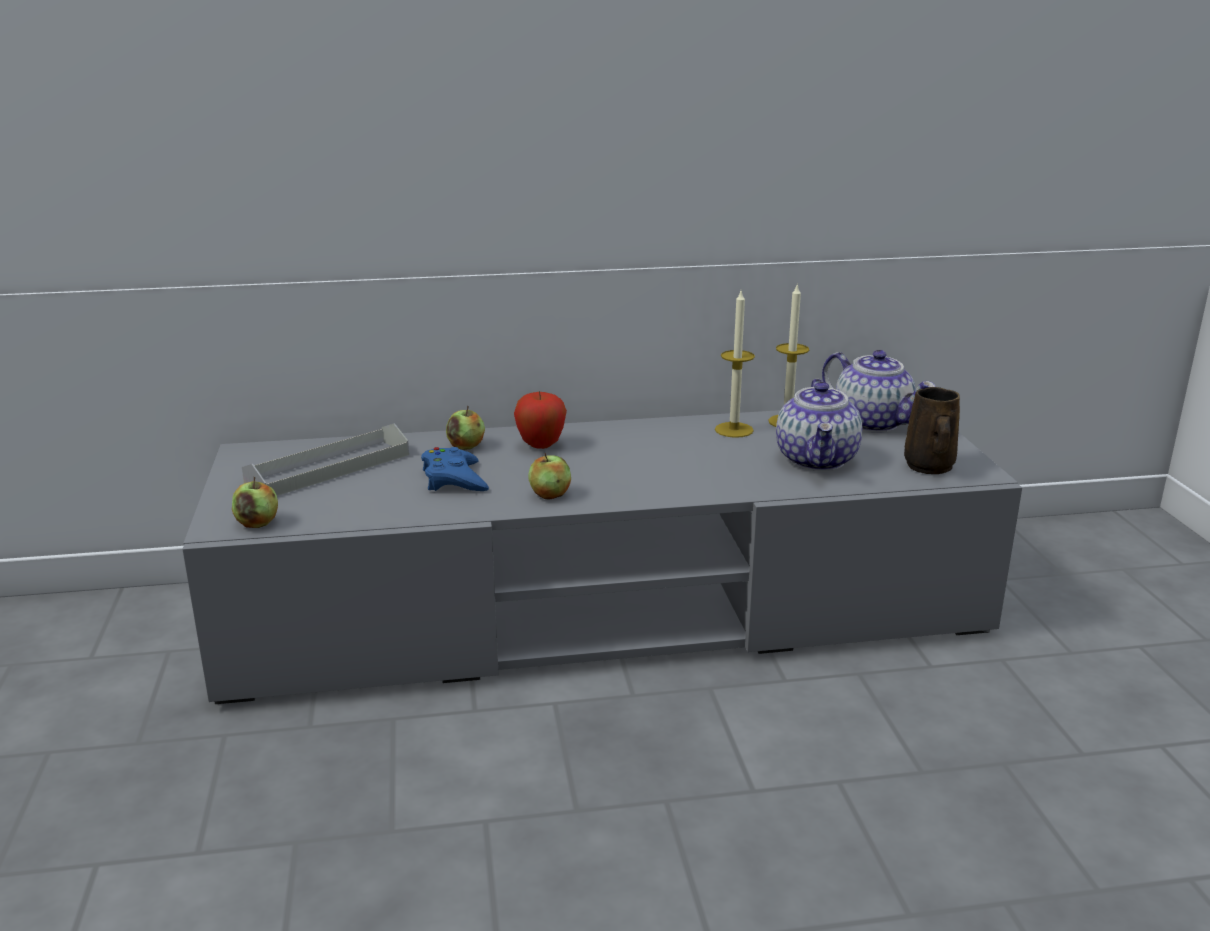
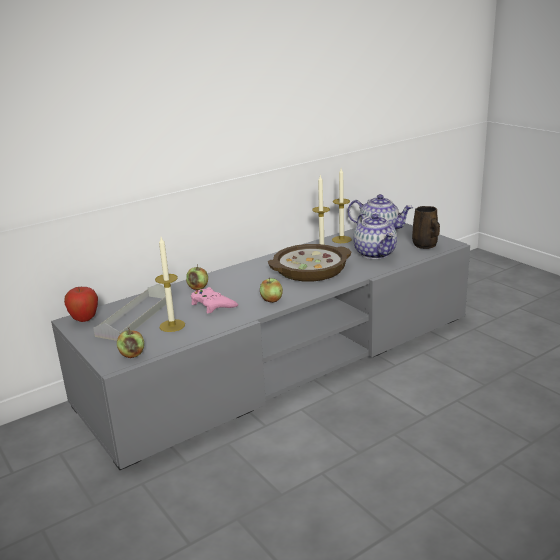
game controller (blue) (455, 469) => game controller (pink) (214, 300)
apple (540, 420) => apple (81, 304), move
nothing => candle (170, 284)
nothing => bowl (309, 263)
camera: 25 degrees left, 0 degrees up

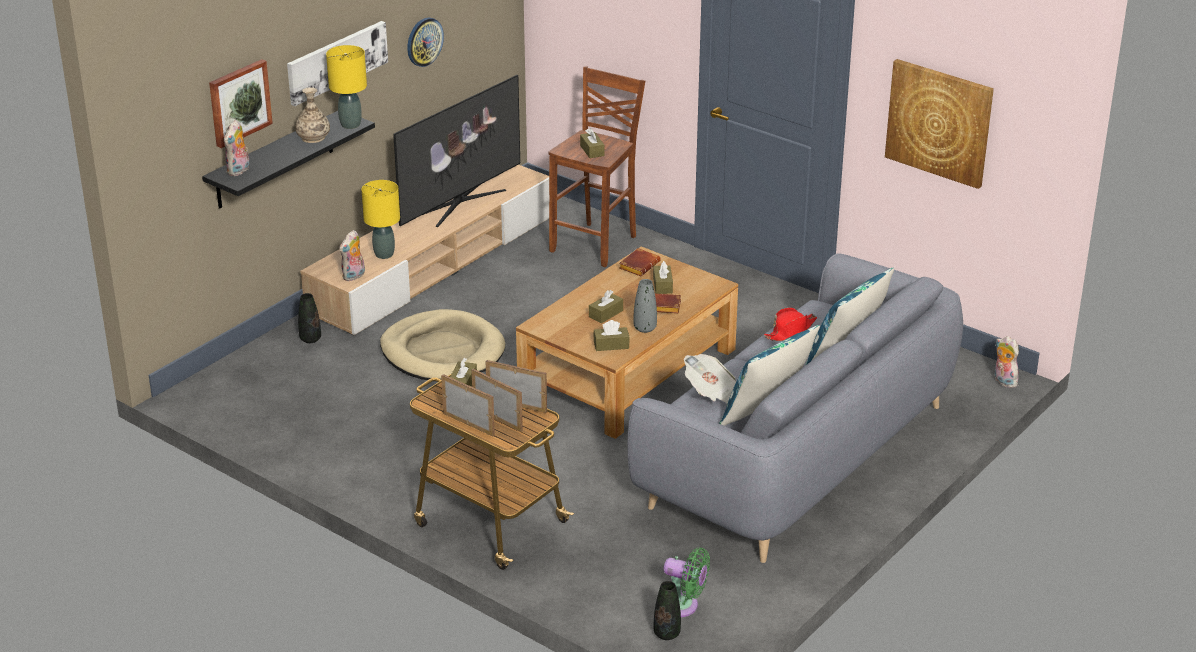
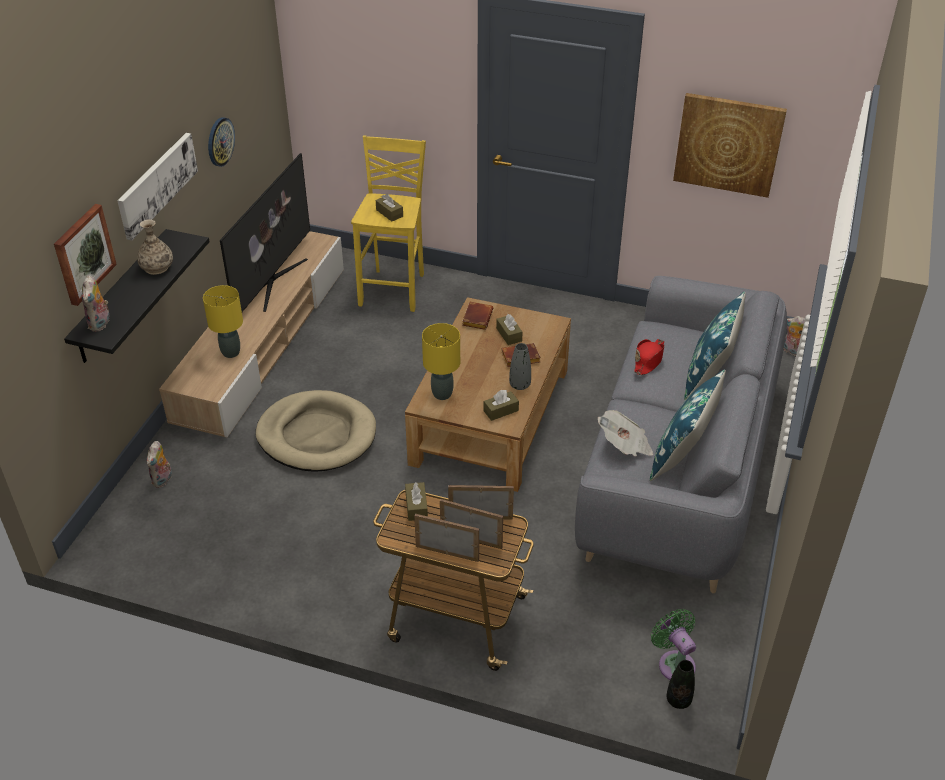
vase (black) (309, 318) => nothing
table lamp (yellow) (346, 87) => table lamp (yellow) (441, 361), move
plush toy (352, 255) => plush toy (159, 464), move
stool (brown) (597, 166) => stool (yellow) (388, 223)
tissue box (brown) (606, 306) => nothing
fan (green) (686, 582) => fan (green) (673, 644), 120 degrees counterclockwise
camera: 20 degrees left, 10 degrees up

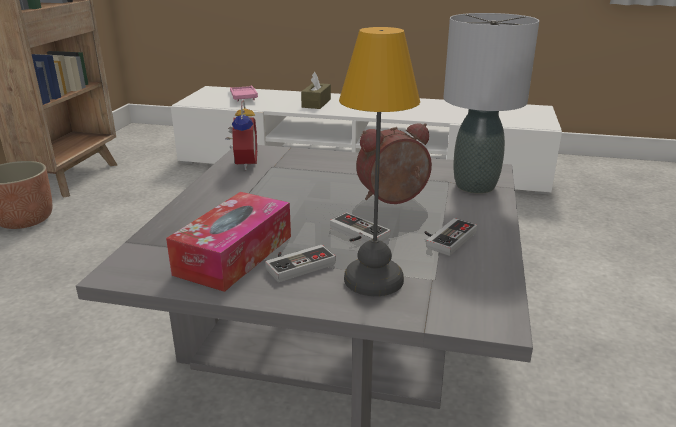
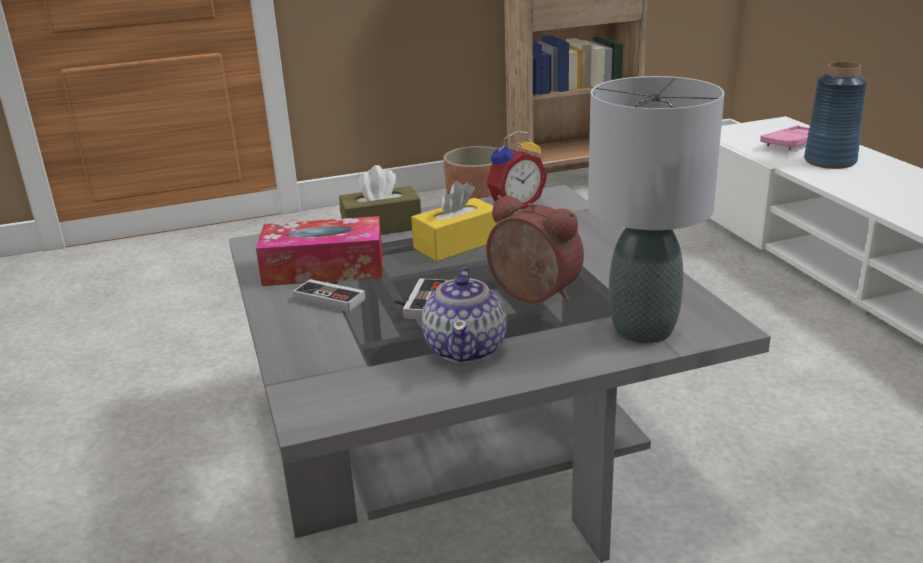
tissue box (brown) (316, 90) => tissue box (brown) (380, 200), move
table lamp (379, 161) => nothing
game controller (450, 237) => teapot (464, 315)
nothing => tissue box (yellow) (455, 221)
nothing => vase (blue) (835, 115)
camera: 60 degrees right, 0 degrees up

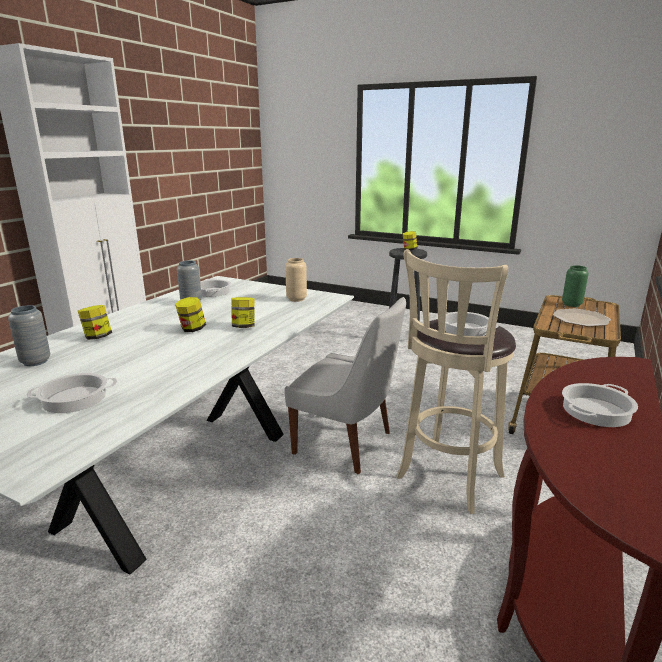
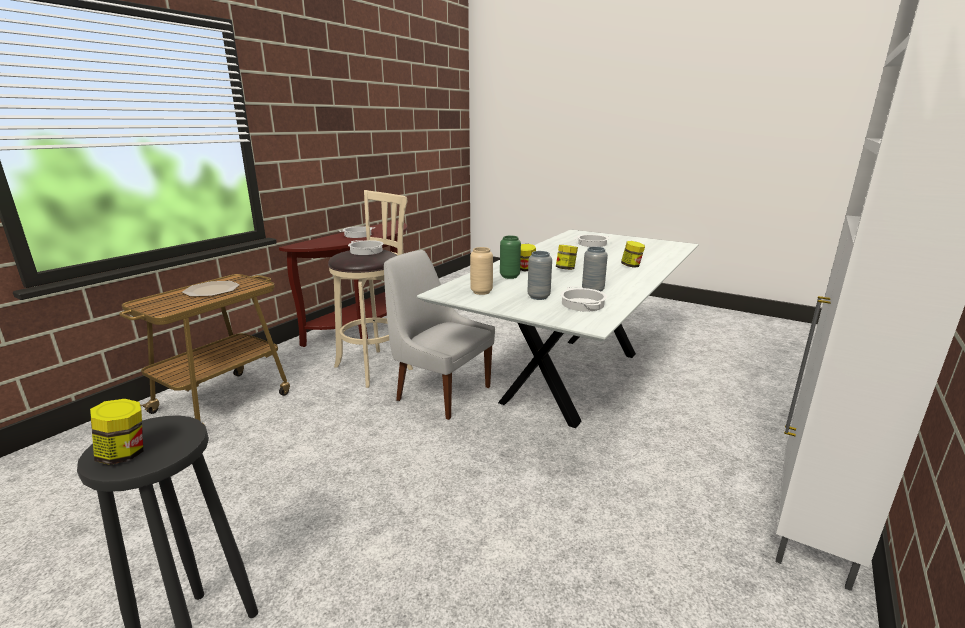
vase (grey) (29, 335) => vase (grey) (539, 275), move
vase (green) (575, 286) => vase (green) (510, 257), move
camera: 175 degrees left, 0 degrees up

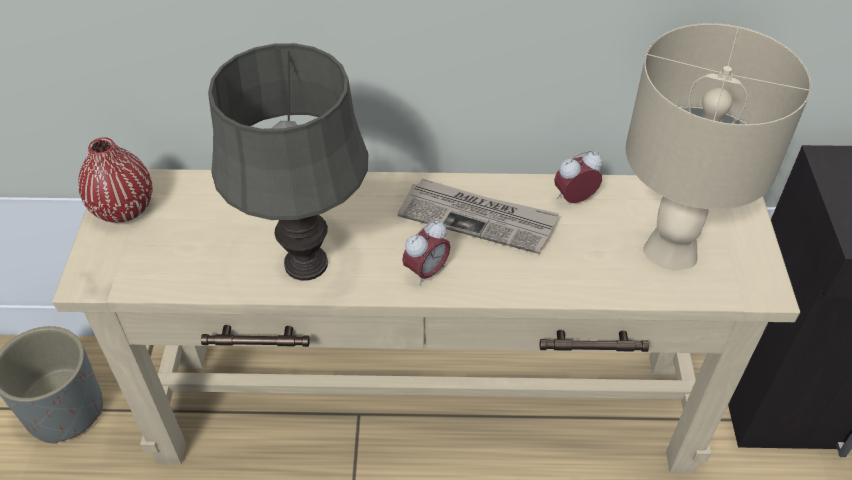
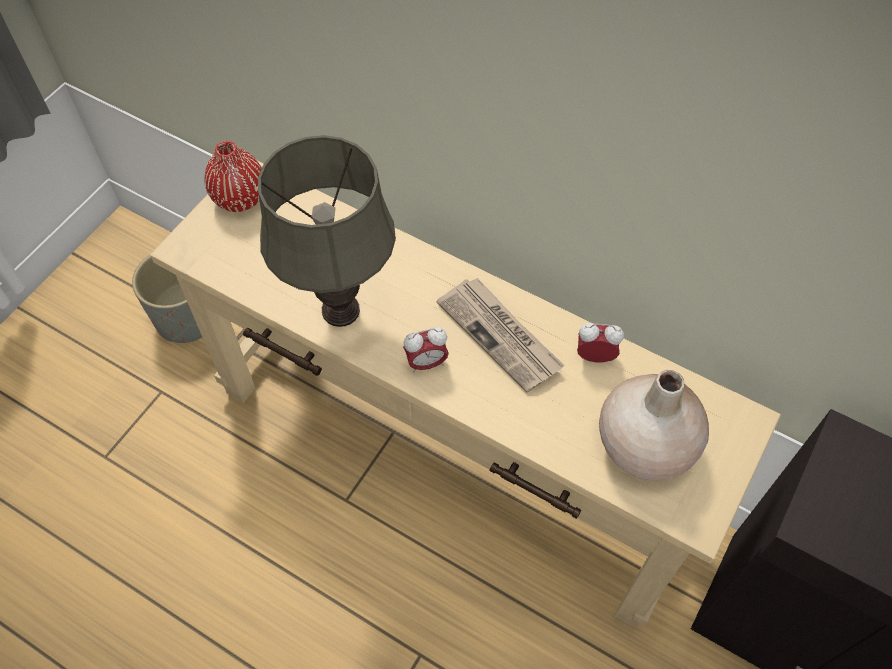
table lamp (beige) (718, 146) => vase (beige) (654, 425)
camera: 30 degrees right, 10 degrees up

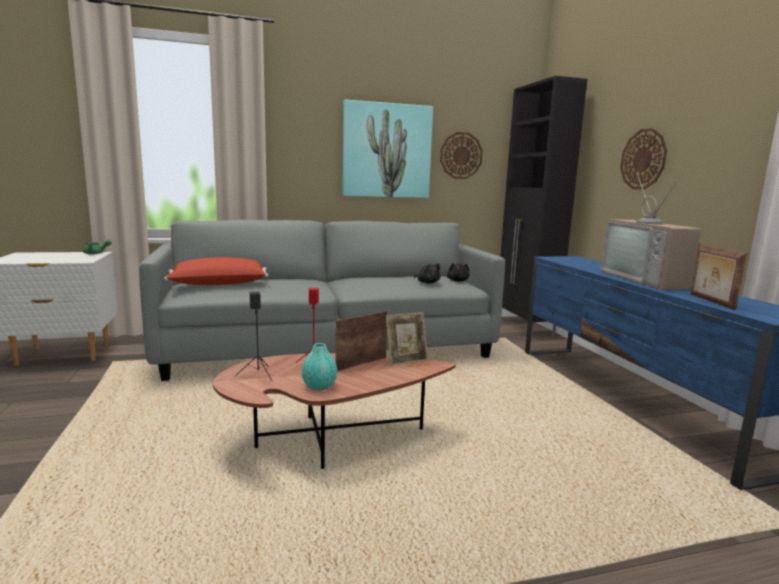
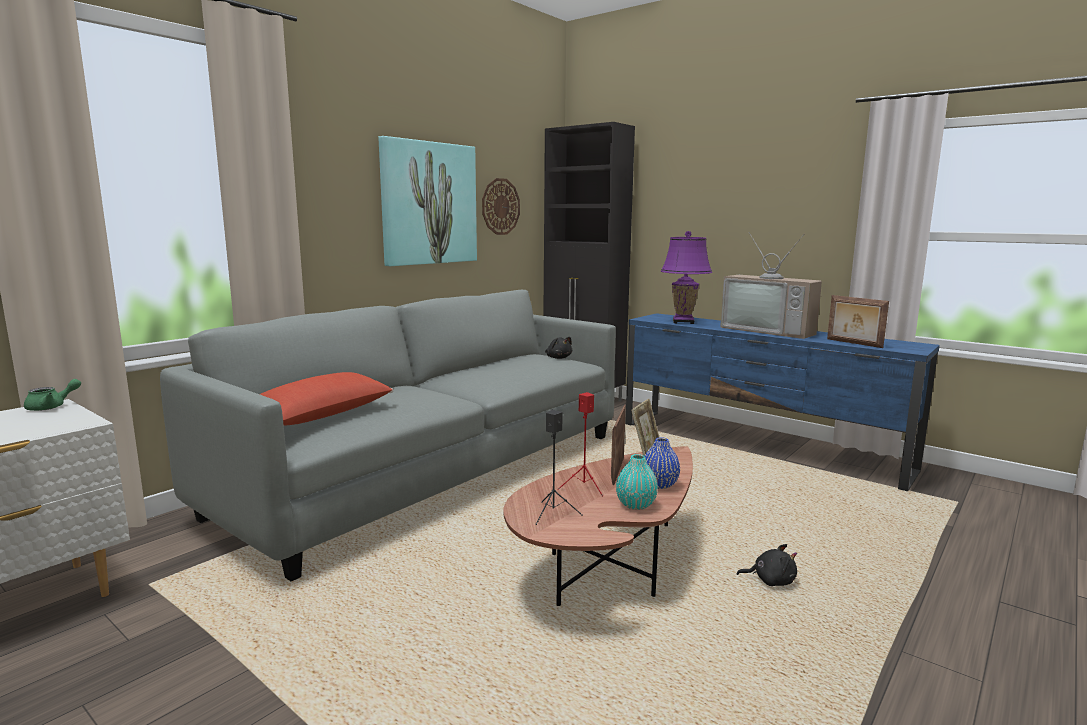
plush toy (black) (427, 274) => plush toy (black) (767, 565), move
wall clock (643, 159) => nothing
nothing => vase (blue) (662, 463)
nothing => table lamp (purple) (686, 277)
camera: 35 degrees left, 0 degrees up

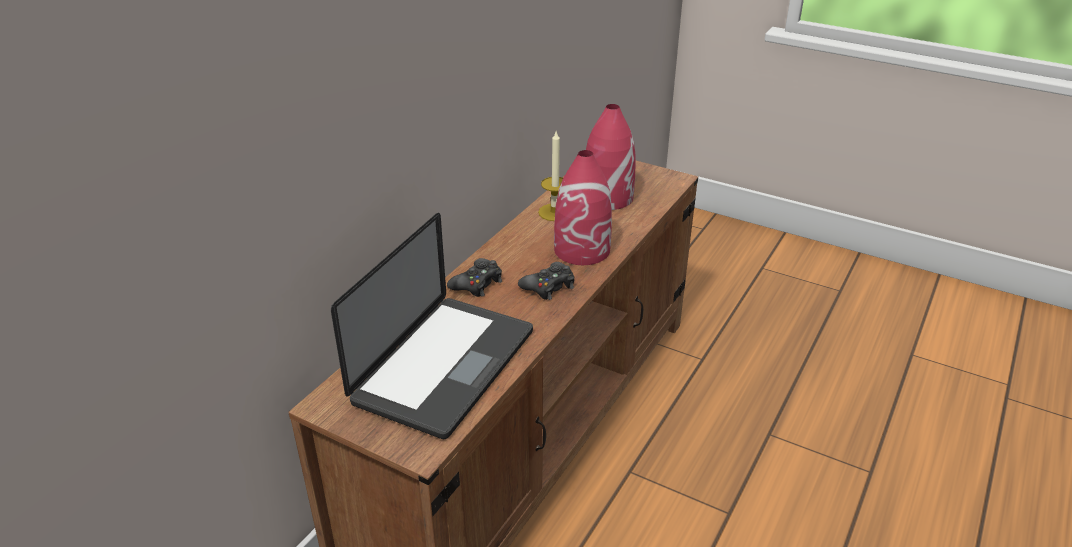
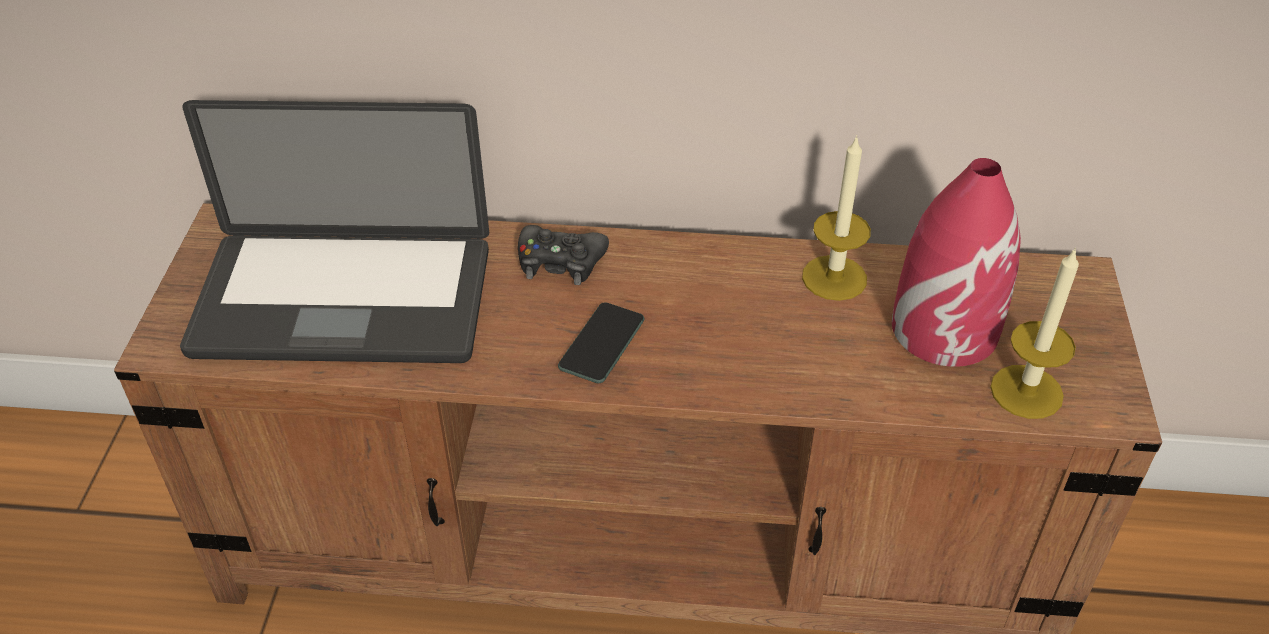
game controller (black) (546, 281) => phone (601, 342)
vase (red) (583, 207) => nothing
nothing => candle (1034, 333)
camera: 65 degrees right, 10 degrees up

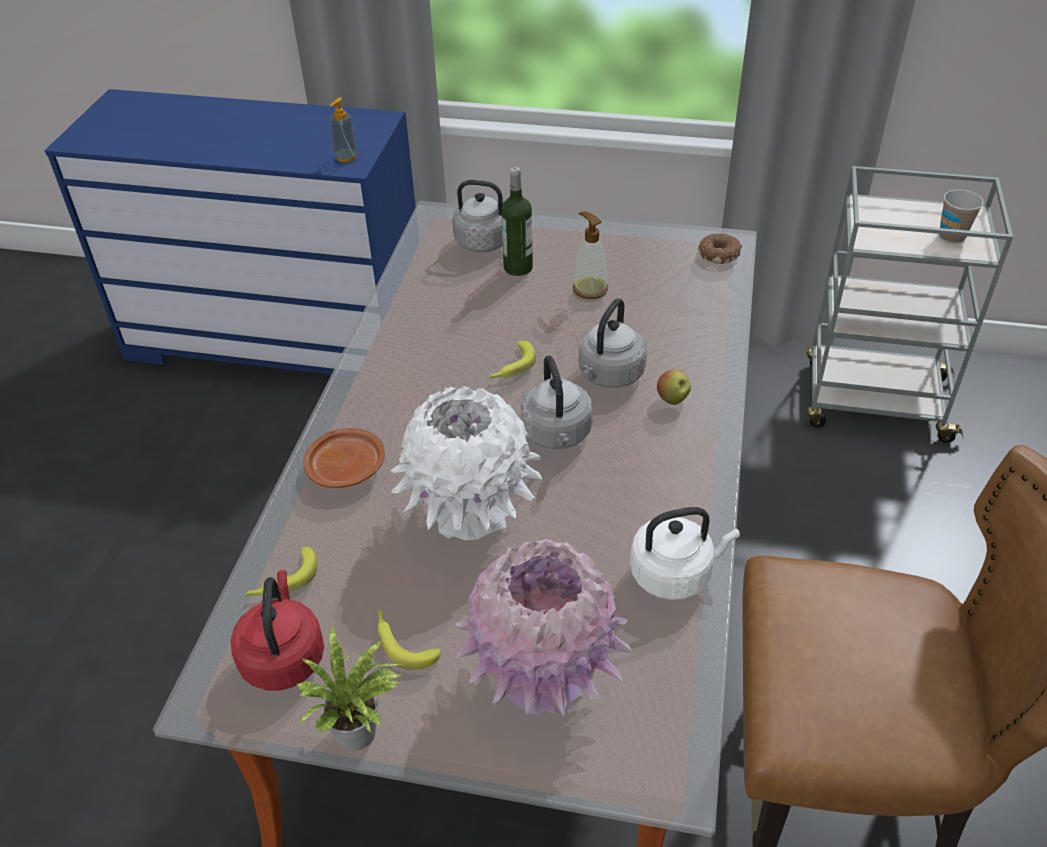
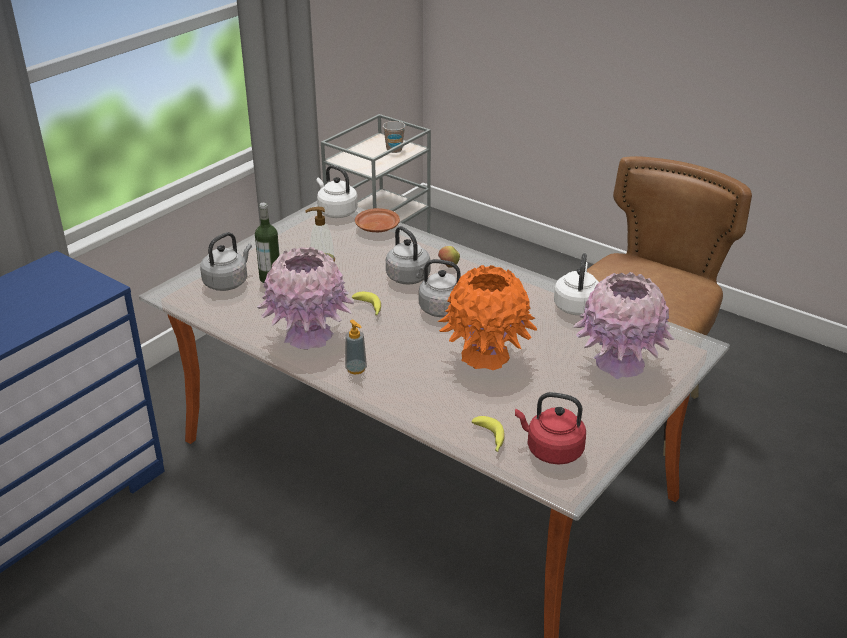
potted plant (350, 688) => nothing
plate (brown) (344, 458) => plate (brown) (377, 220), move
soap dispenser (344, 130) => soap dispenser (356, 347), move
banana (409, 639) => nothing
vase (white) (466, 463) => vase (orange) (487, 317)
donut (720, 248) => kettle (white) (337, 191)
nothing => vase (pink) (305, 298)
camera: 65 degrees left, 10 degrees down

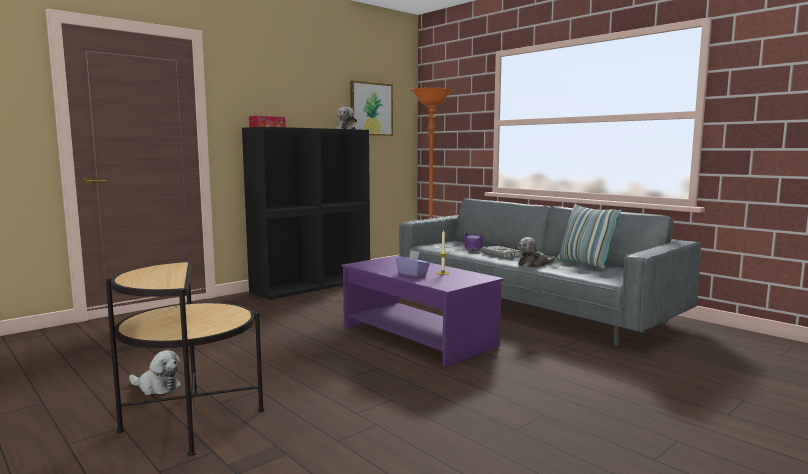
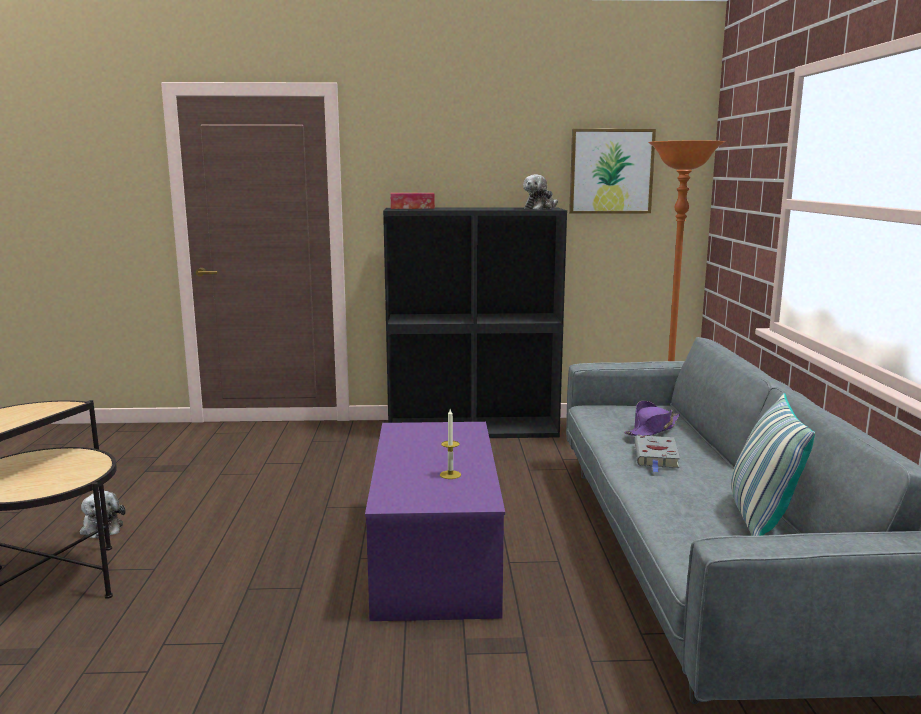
tissue box (purple) (413, 263) => nothing
plush toy (536, 252) => nothing
camera: 40 degrees right, 5 degrees up

